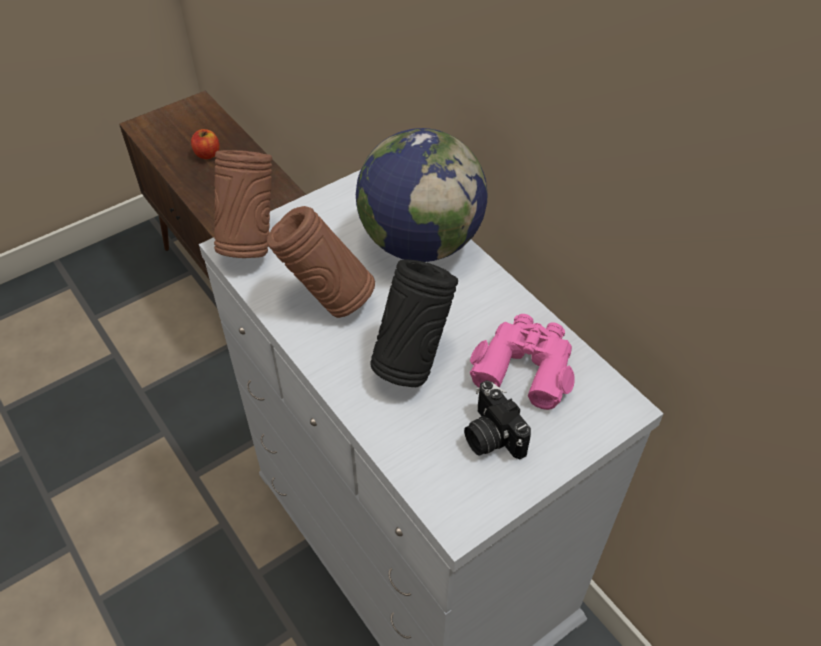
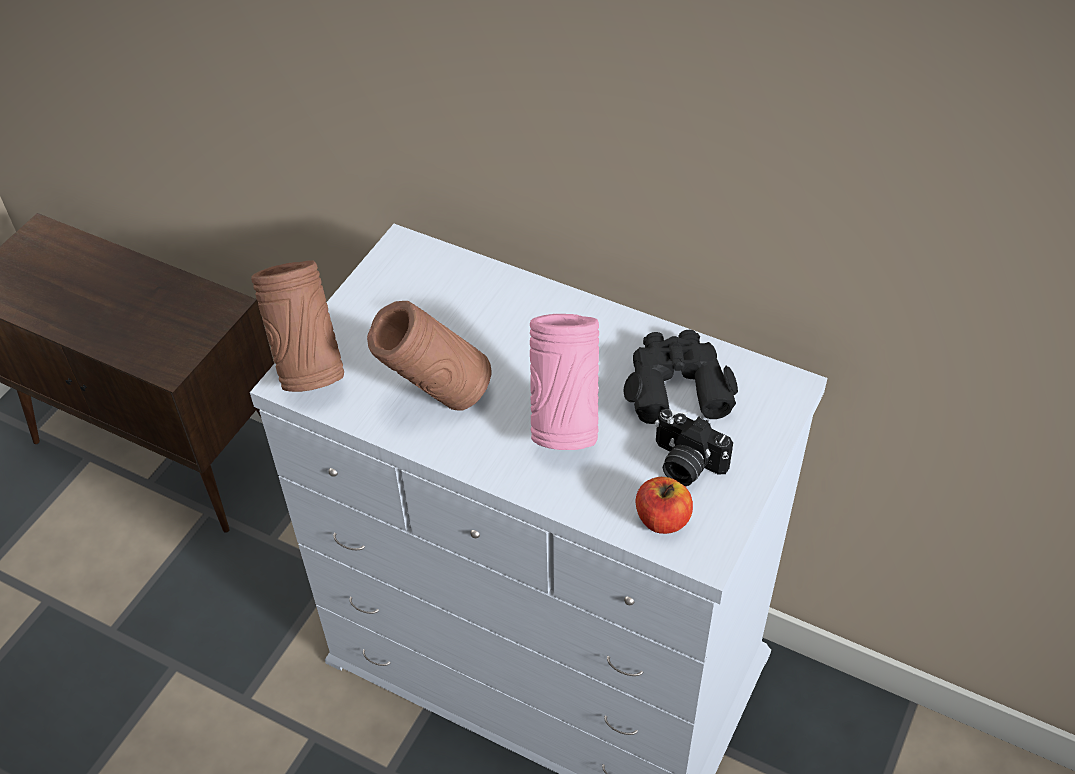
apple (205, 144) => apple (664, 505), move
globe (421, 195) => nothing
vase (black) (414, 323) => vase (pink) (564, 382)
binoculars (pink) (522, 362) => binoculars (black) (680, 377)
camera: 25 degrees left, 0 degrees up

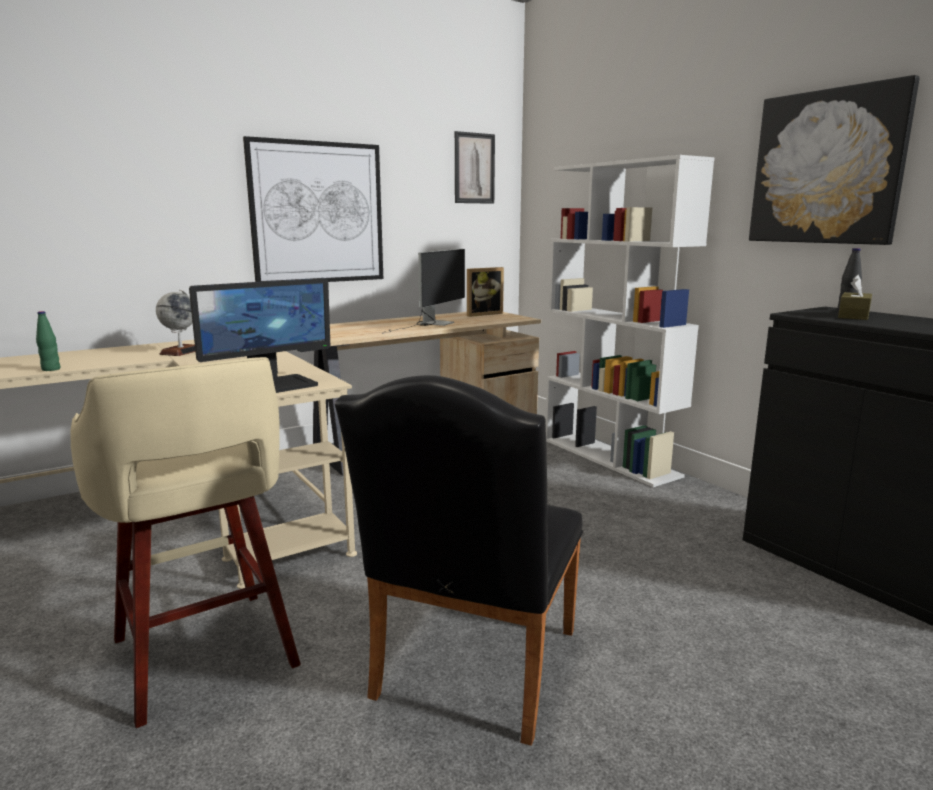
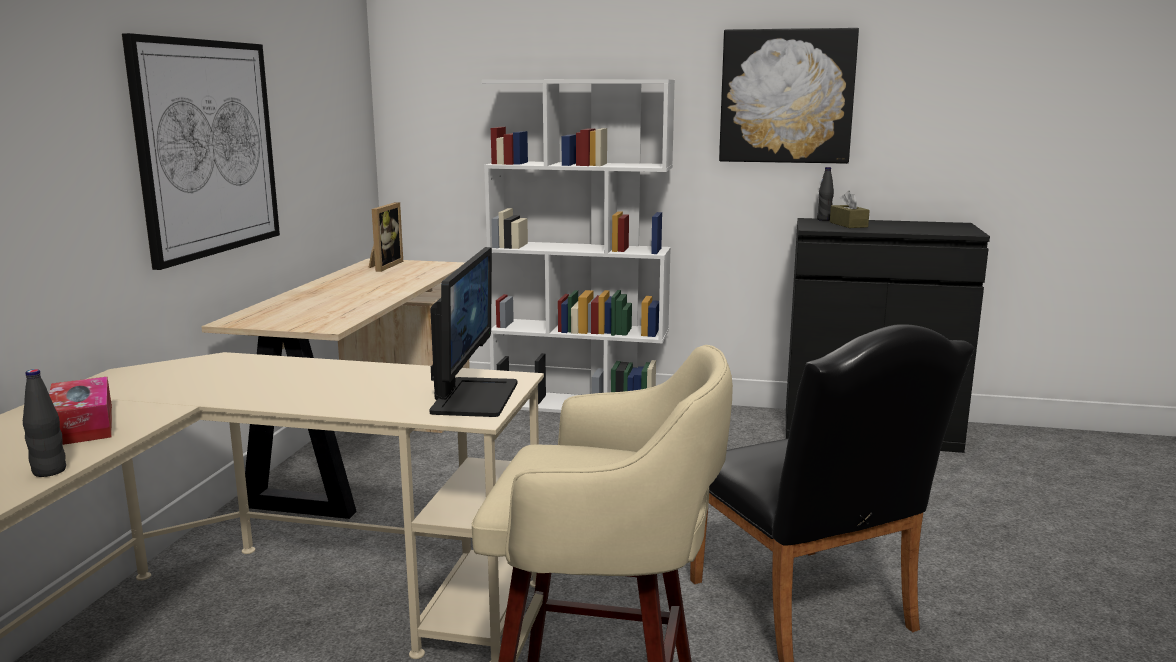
bottle (green) (48, 341) => bottle (black) (44, 423)
globe (175, 322) => nothing
monitor (423, 291) => nothing
picture (475, 167) => nothing
nothing => tissue box (80, 411)
camera: 45 degrees left, 0 degrees up

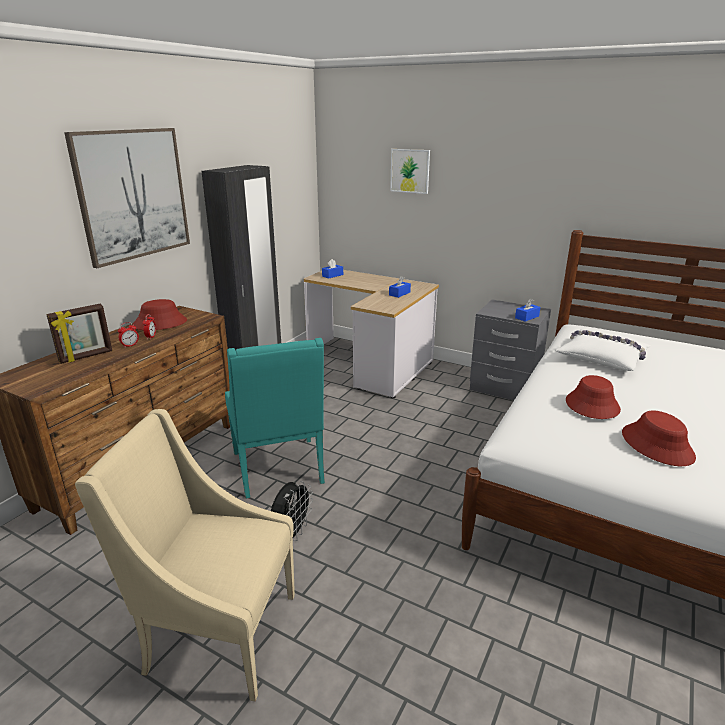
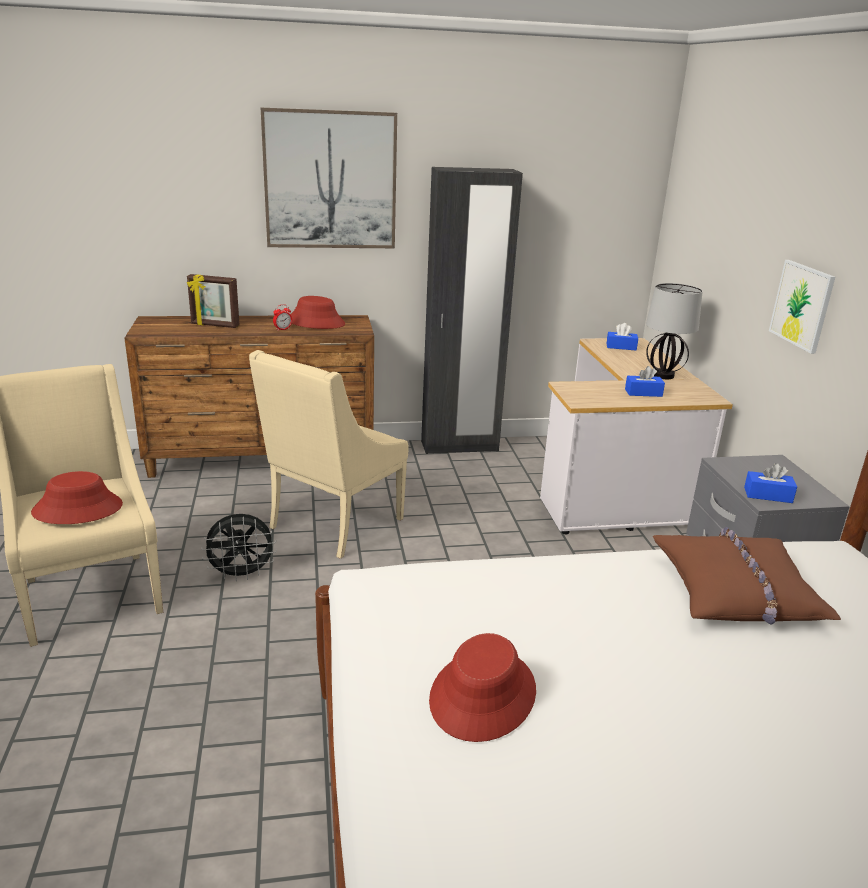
alarm clock (128, 335) => nothing
armchair (turquoise) (275, 418) => armchair (beige) (328, 454)
picture (410, 171) => picture (802, 307), move
pillow (white) (603, 350) => pillow (brown) (747, 575)
hat (red) (593, 397) => hat (red) (77, 497), move
nothing => table lamp (674, 331)
camera: 50 degrees right, 0 degrees up

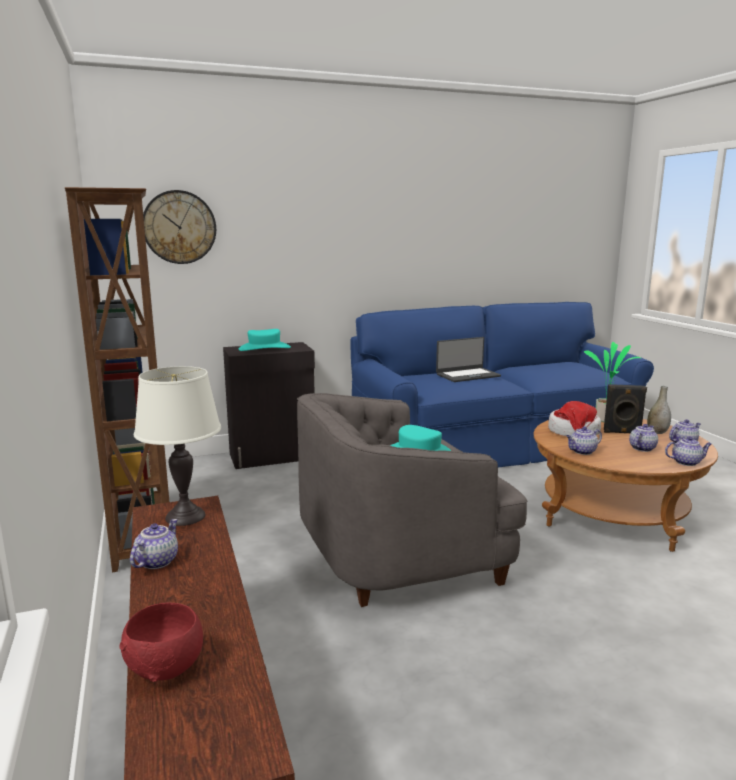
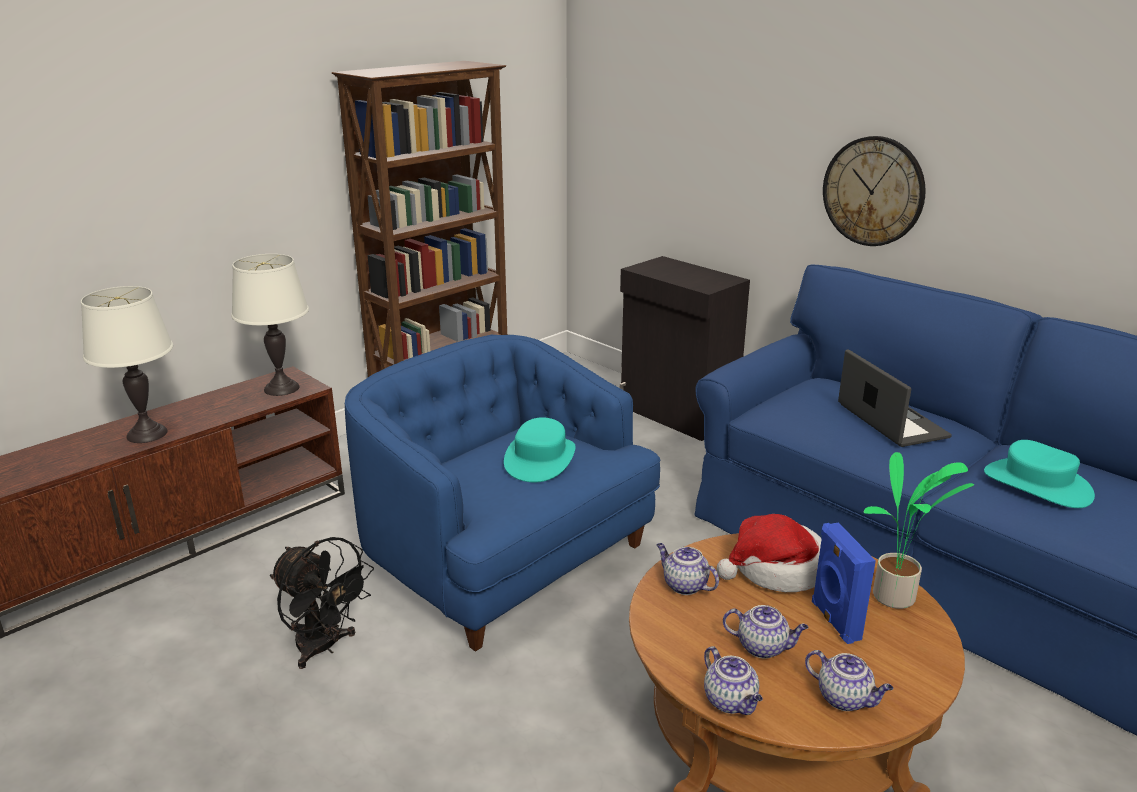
bowl (red) (161, 642) => nothing
teapot (154, 544) => nothing
wall clock (179, 227) => wall clock (874, 191), move
hat (turquoise) (265, 340) => hat (turquoise) (1039, 474), move
armchair (grey) (412, 500) => armchair (blue) (502, 493)
laptop (468, 359) => laptop (895, 398), 150 degrees counterclockwise
speaker (black) (625, 408) => speaker (blue) (844, 583)
vase (grey) (659, 409) => nothing
nothing => table lamp (white) (127, 364)
nothing => fan (black) (322, 603)
camera: 65 degrees right, 10 degrees up

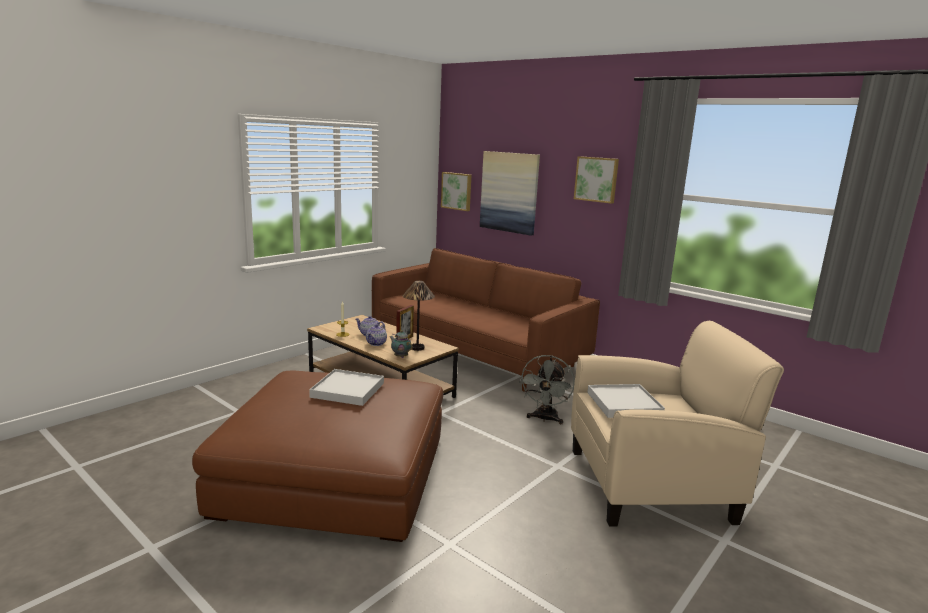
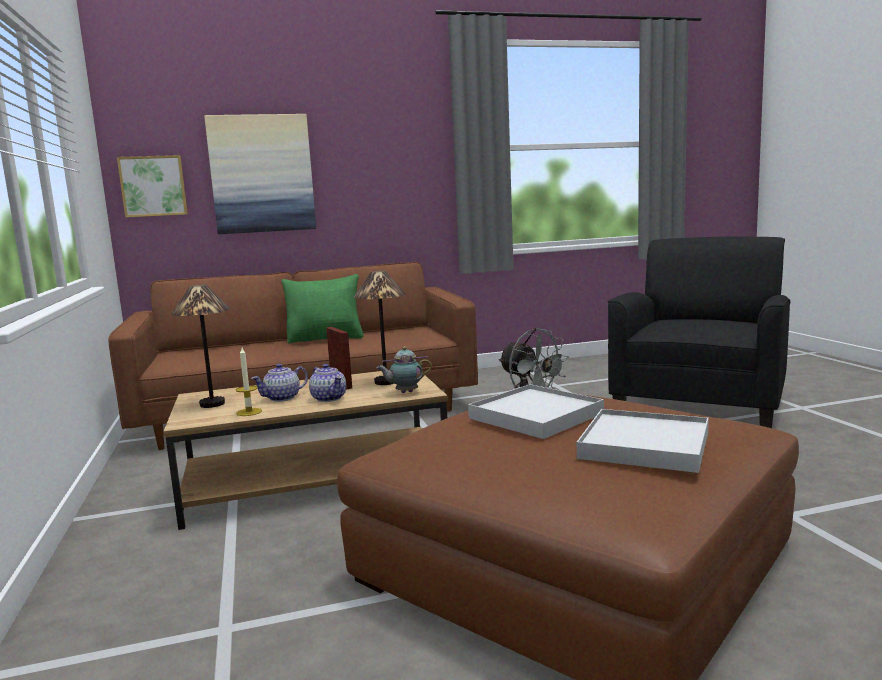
armchair (beige) (677, 423) => armchair (black) (699, 332)
picture (596, 180) => nothing
tray (white) (626, 401) => tray (white) (643, 441), move
nothing => table lamp (200, 346)
nothing => pillow (green) (322, 308)
camera: 55 degrees left, 5 degrees down

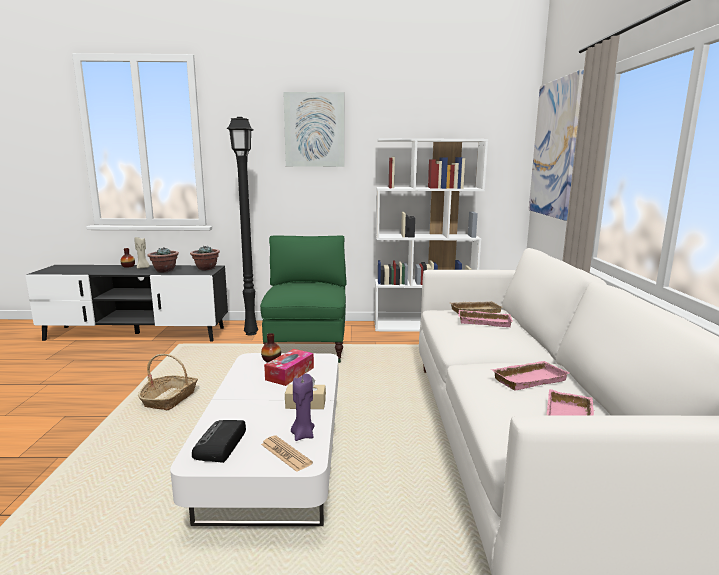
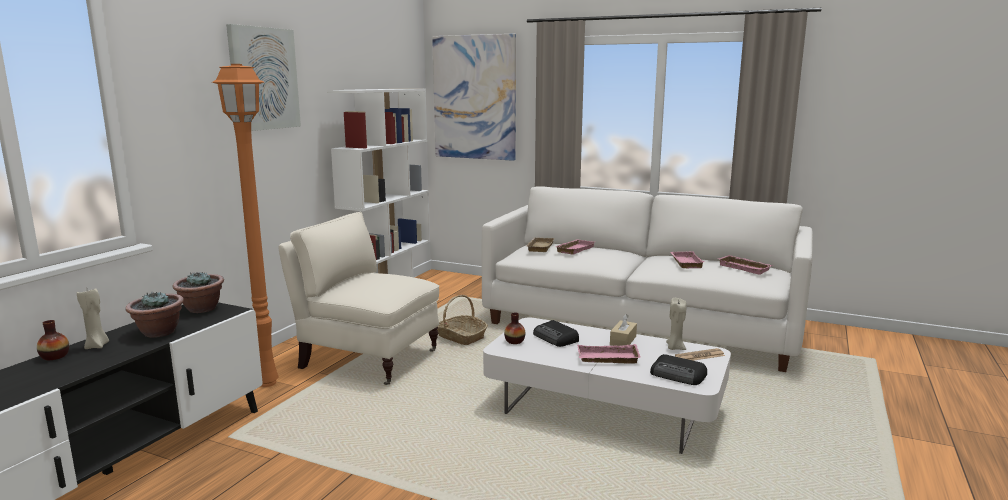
basket (168, 382) => basket (462, 320), move
floor lamp (black) (242, 226) => floor lamp (orange) (245, 225)
armchair (green) (303, 299) => armchair (beige) (358, 298)
tissue box (289, 367) => radio (556, 333)
candle (purple) (303, 407) => candle (beige) (676, 324)
nothing => tray (pink) (609, 354)
camera: 65 degrees left, 0 degrees up

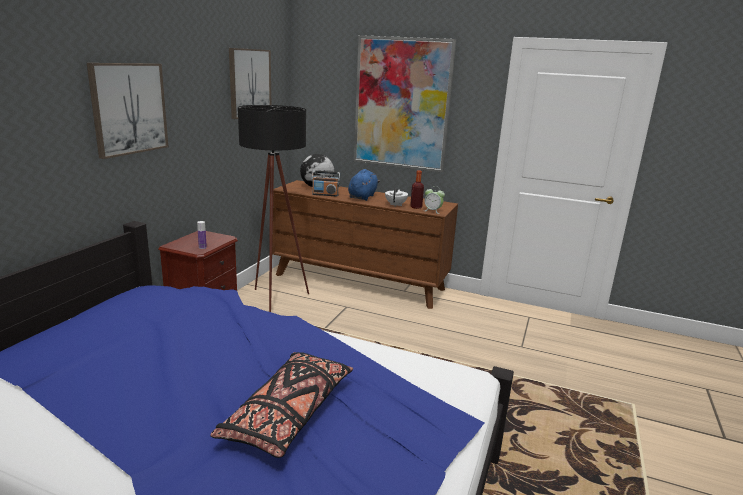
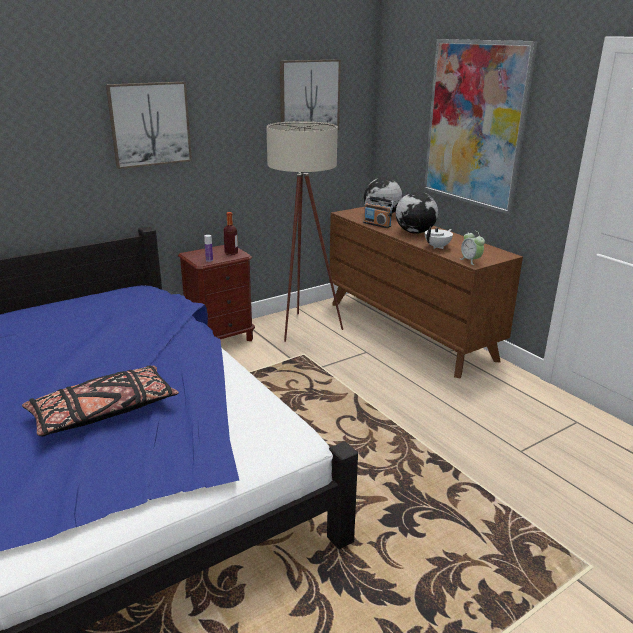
floor lamp (black) (273, 208) => floor lamp (beige) (304, 231)
plush toy (blue) (364, 185) => globe (417, 213)
bottle (417, 189) => bottle (230, 233), move
camera: 35 degrees right, 5 degrees up

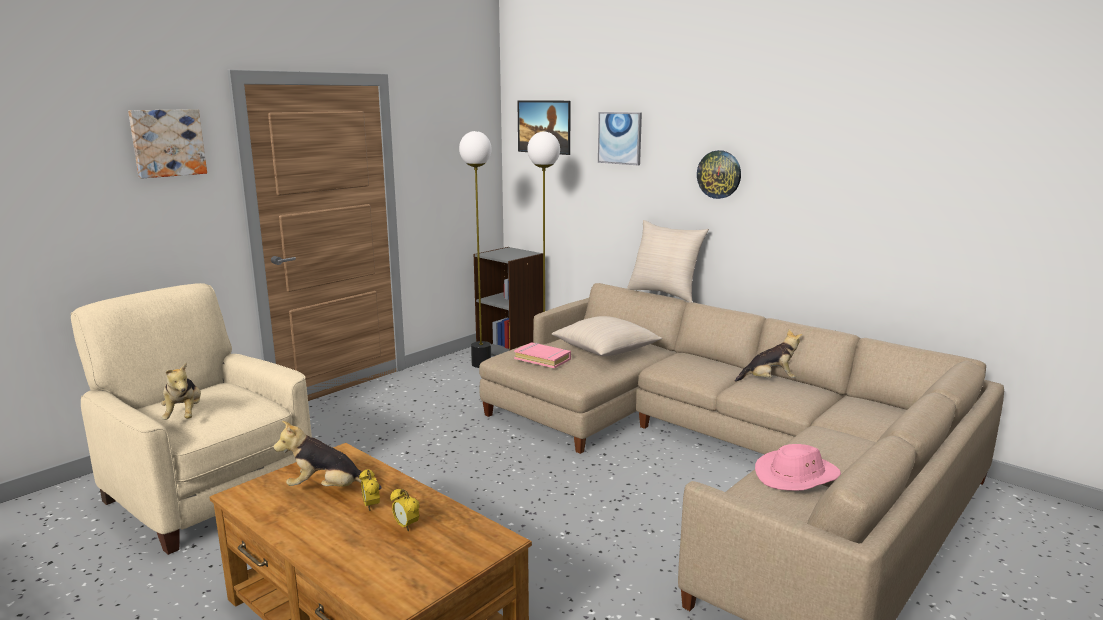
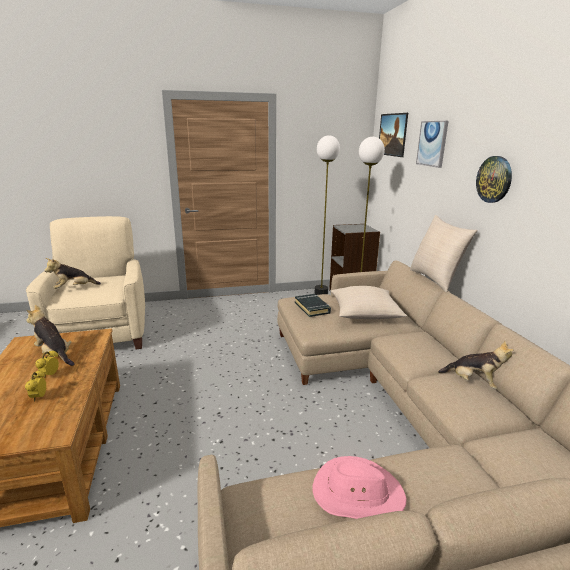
picture (167, 143) => nothing
plush toy (181, 391) => plush toy (72, 273), 45 degrees clockwise
book (pink) (542, 355) => book (black) (313, 305)
camera: 35 degrees right, 5 degrees up

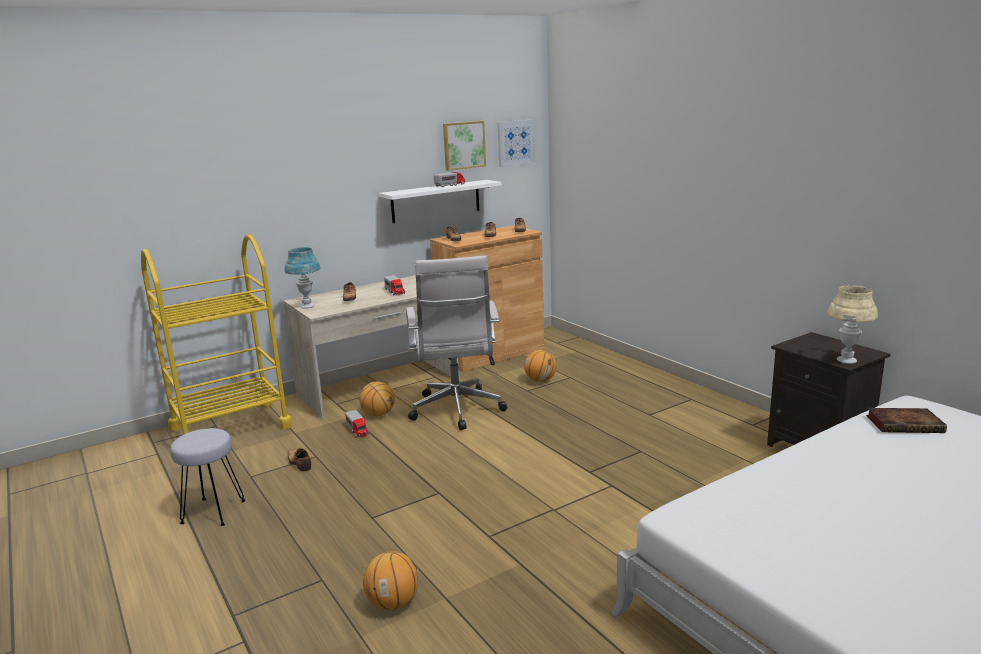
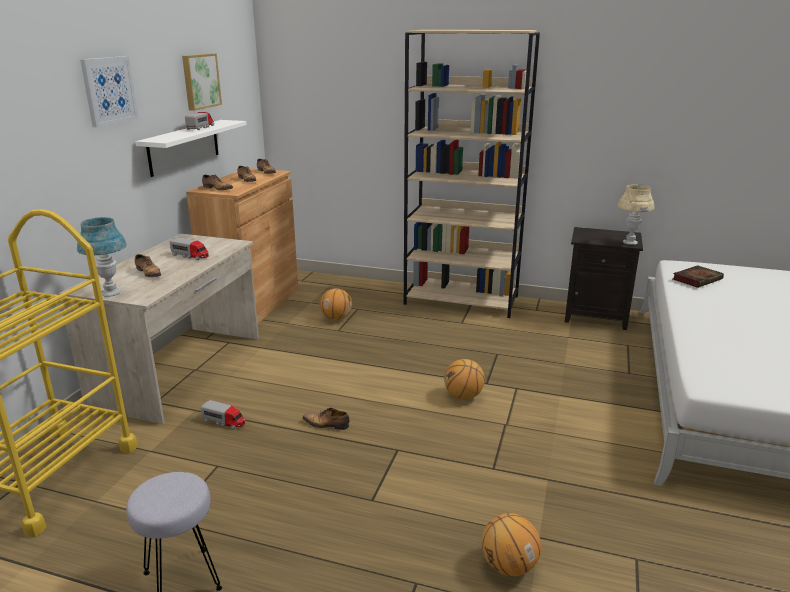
shoe (299, 459) => shoe (326, 418), move
basketball (377, 399) => basketball (464, 379), move
office chair (white) (456, 343) => nothing
picture (517, 143) => picture (109, 91), move
nothing => bookcase (beige) (472, 174)
camera: 40 degrees left, 5 degrees up

